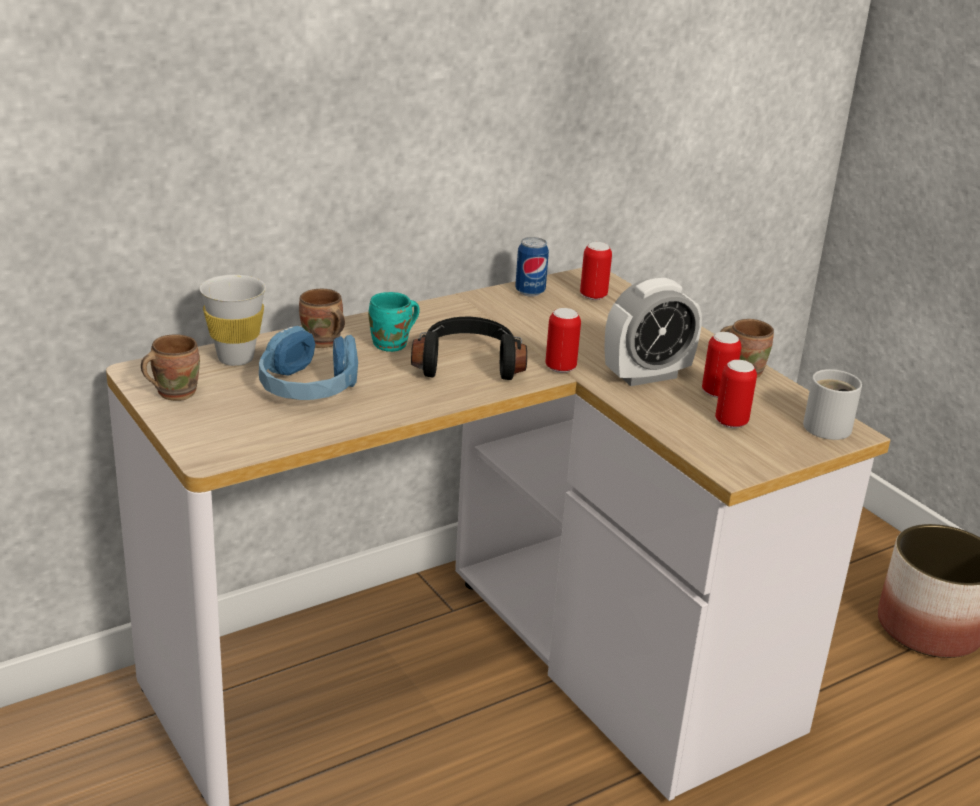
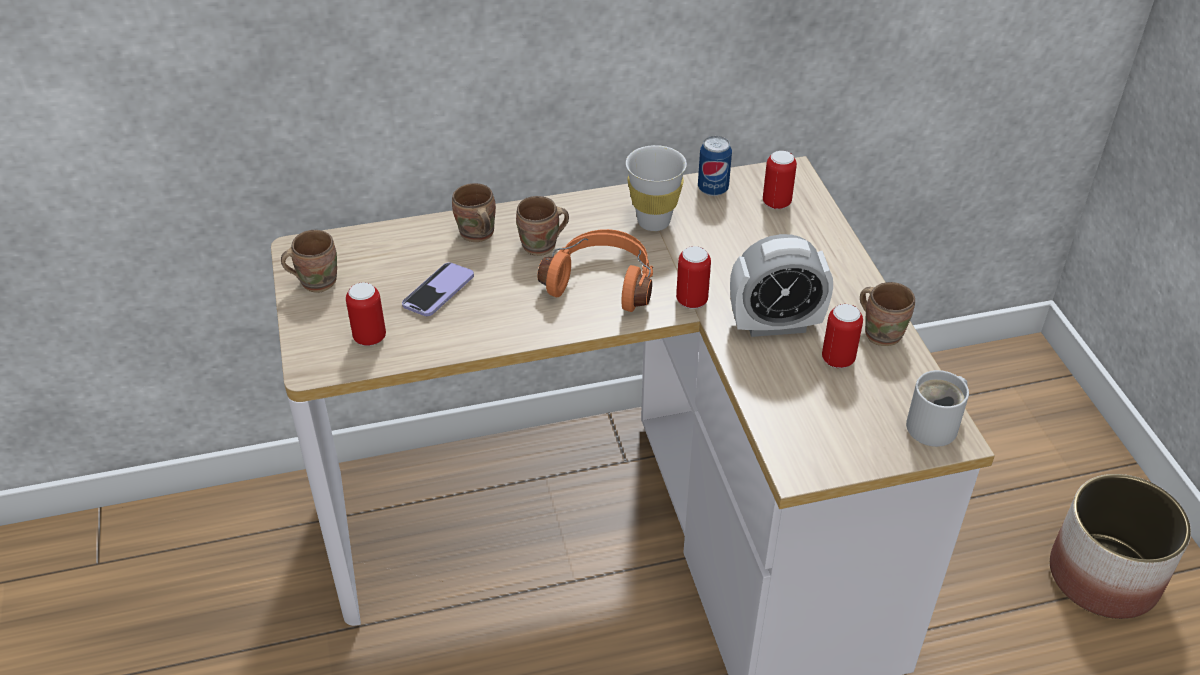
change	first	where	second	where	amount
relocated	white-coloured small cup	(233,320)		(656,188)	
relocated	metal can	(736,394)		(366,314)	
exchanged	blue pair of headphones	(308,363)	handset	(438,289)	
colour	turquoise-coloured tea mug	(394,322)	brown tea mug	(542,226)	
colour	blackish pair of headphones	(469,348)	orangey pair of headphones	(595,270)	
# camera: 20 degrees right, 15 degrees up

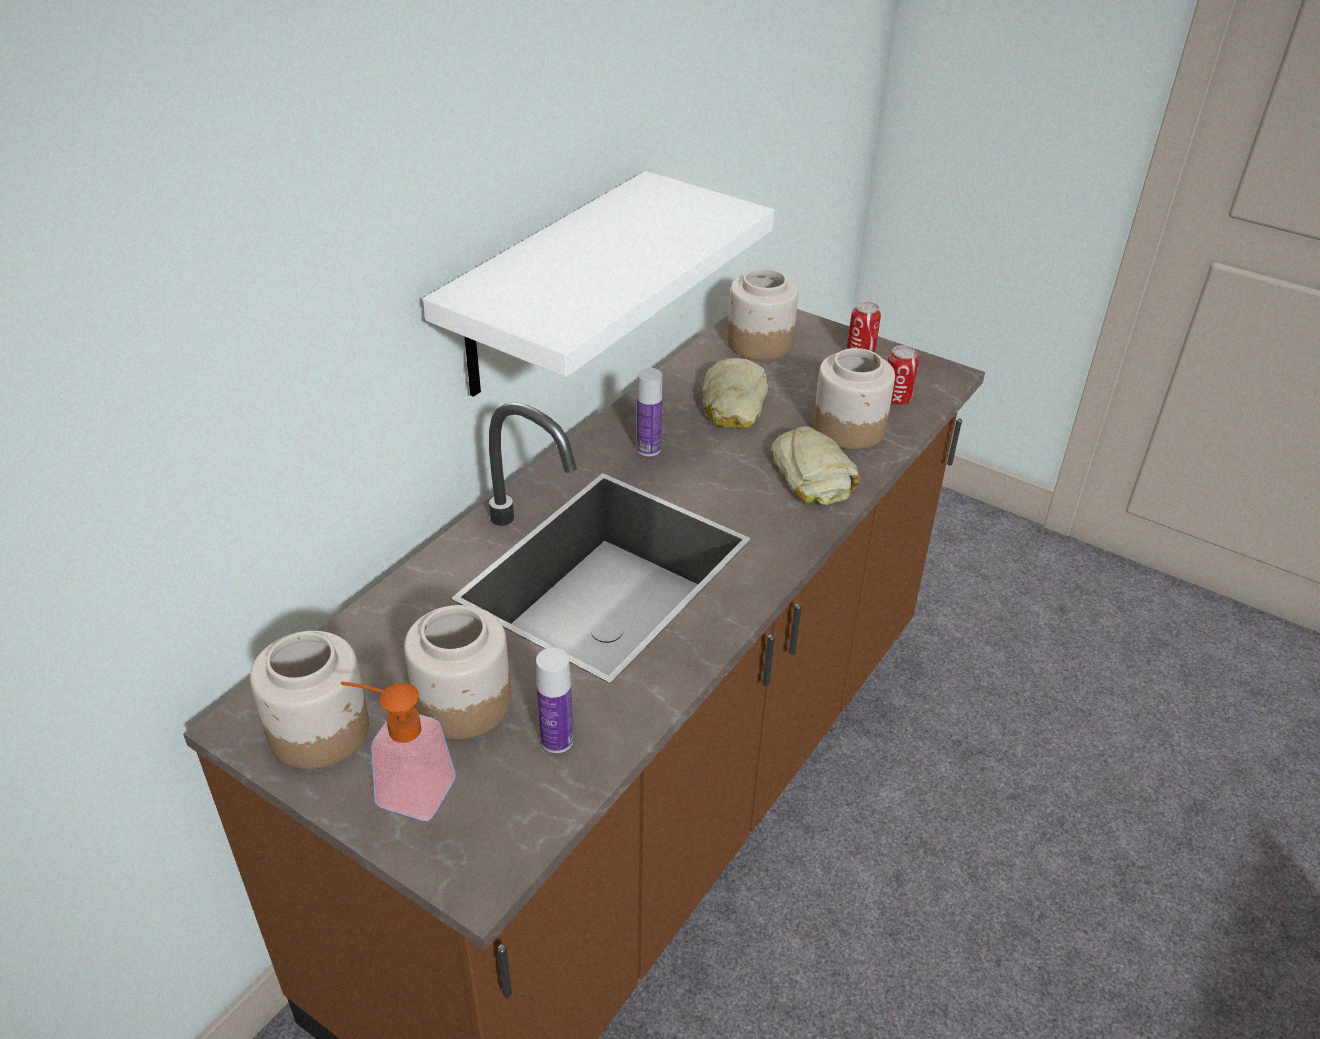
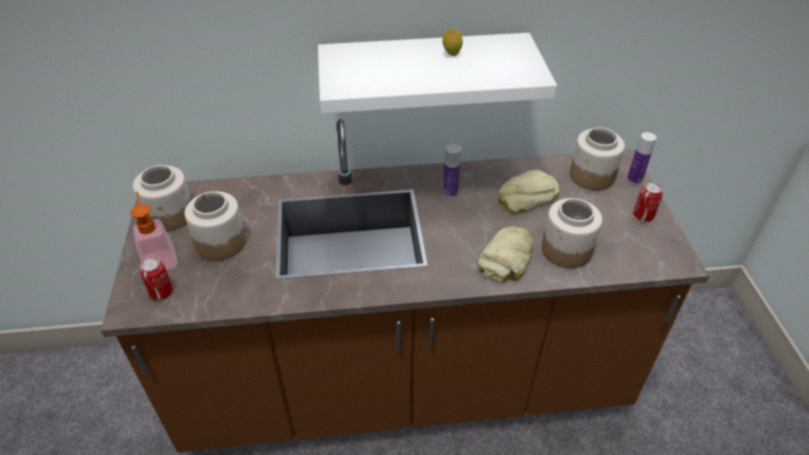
change	first	where	second	where	amount
appeared			lemon	(452,42)	
relocated	beverage bottle	(554,700)		(641,158)	
relocated	metal can	(903,375)		(156,278)	
# camera: 50 degrees right, 5 degrees up

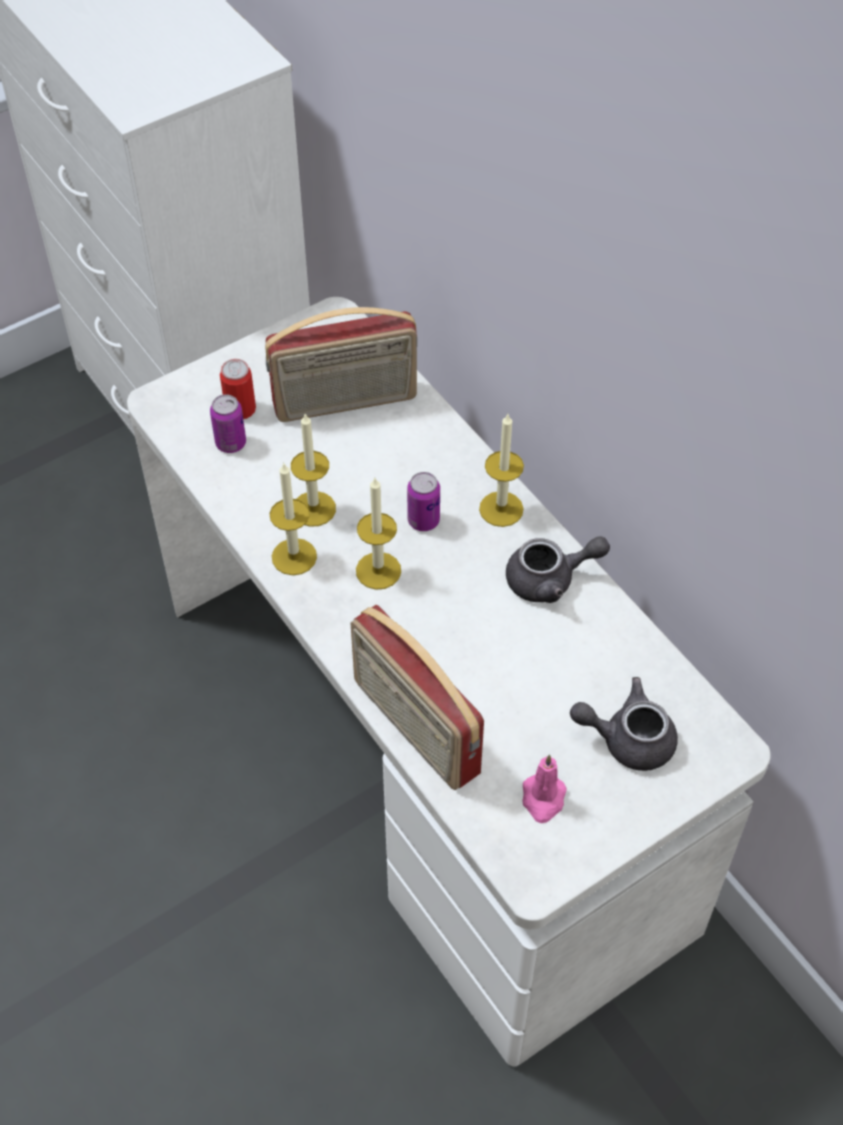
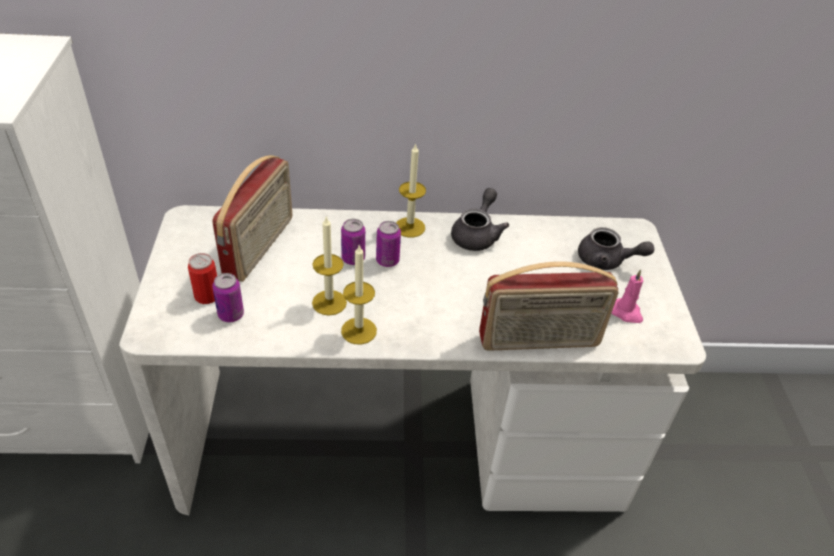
change	first	where	second	where	amount
missing	wax light	(378,534)			
appeared			metal can	(353,242)	
spun	greyish teapot	(624,724)		(616,248)	105 degrees counterclockwise
# camera: 60 degrees left, 10 degrees down

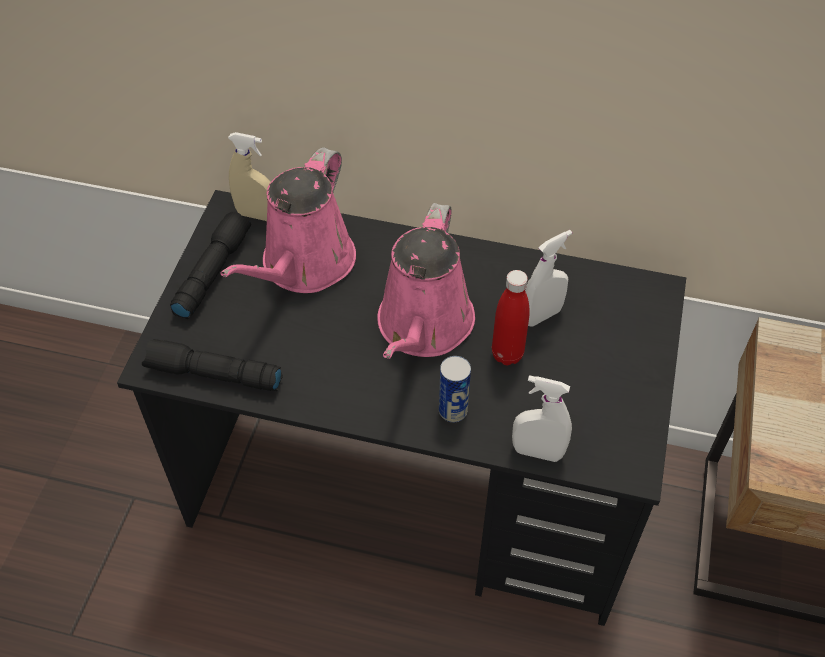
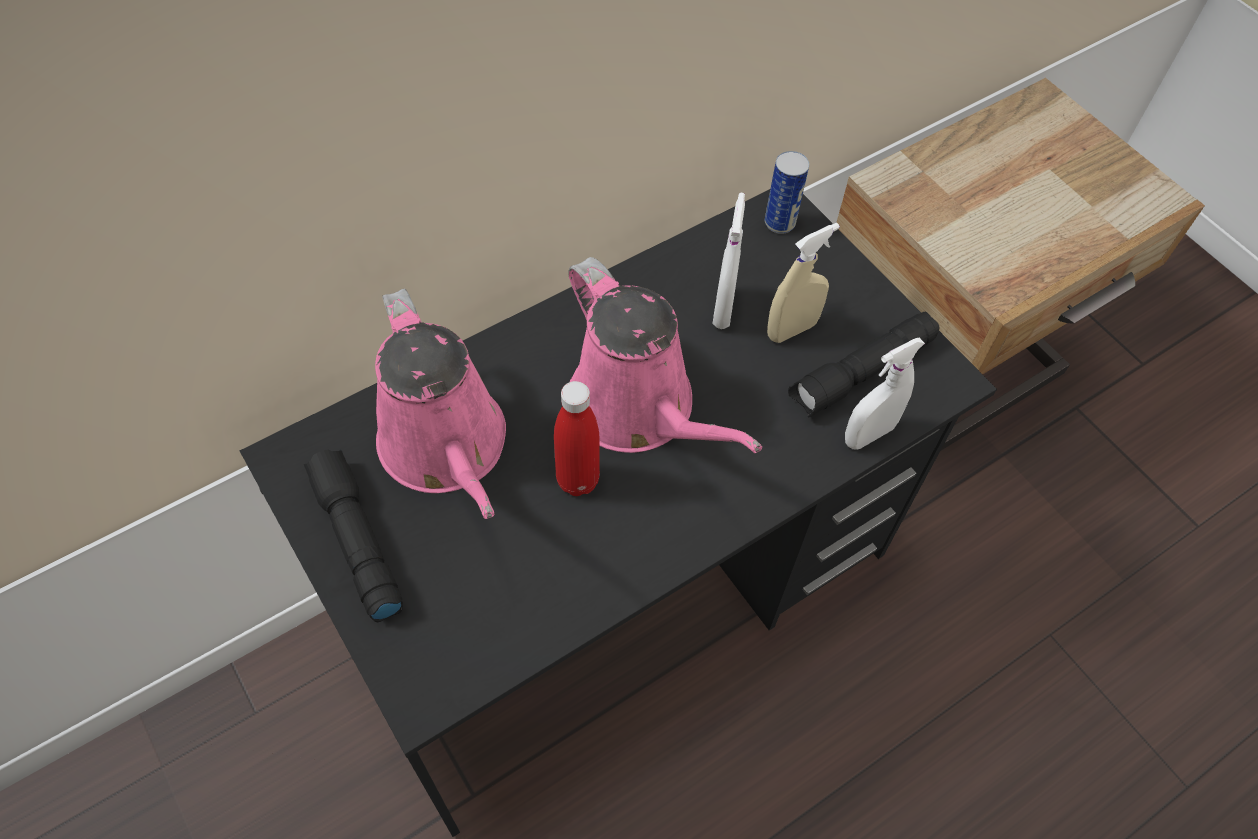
change	first	where	second	where	amount
relocated	blackish hand torch	(212,365)		(864,365)	
relocated	beige spray bottle	(249,176)		(803,283)	
relocated	metal can	(455,389)		(787,192)	
relocated	red beverage bottle	(511,317)		(577,438)	
# camera: 50 degrees left, 5 degrees up

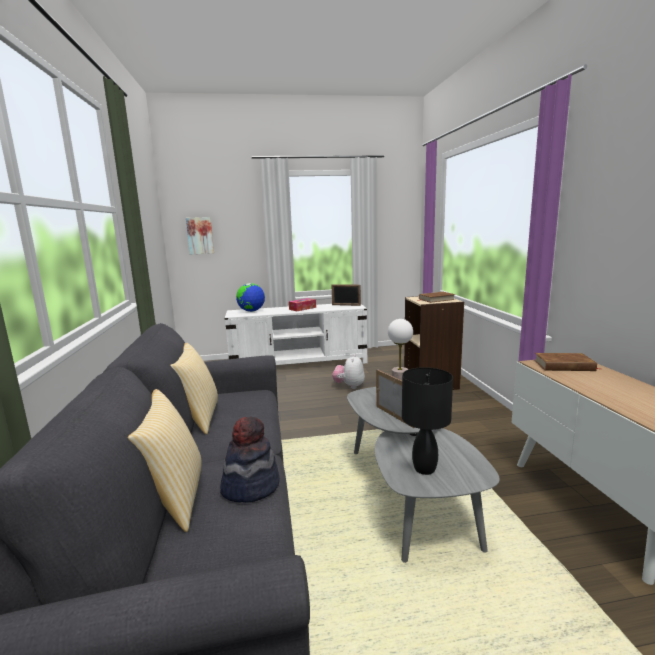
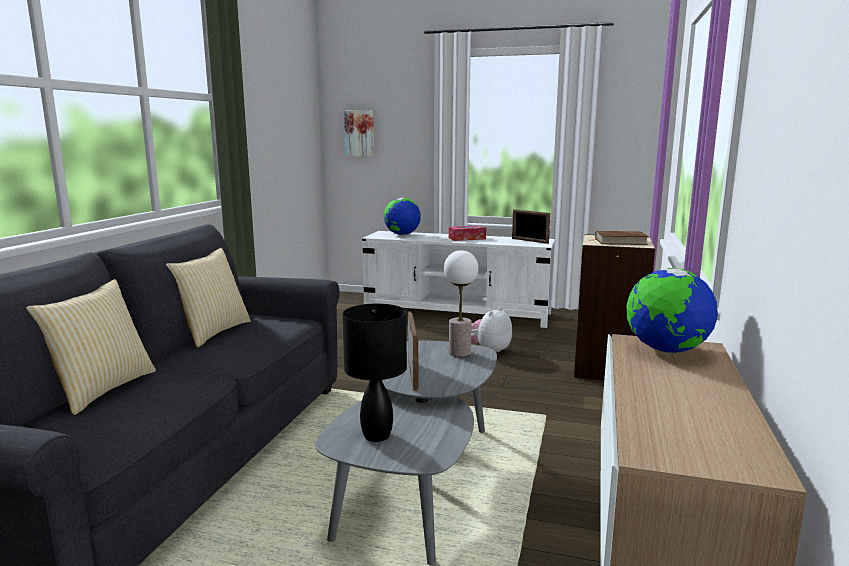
change	first	where	second	where	amount
missing	clothing hat	(250,459)			
exchanged	brown book	(567,362)	world globe	(672,310)	
# camera: 25 degrees right, 0 degrees up

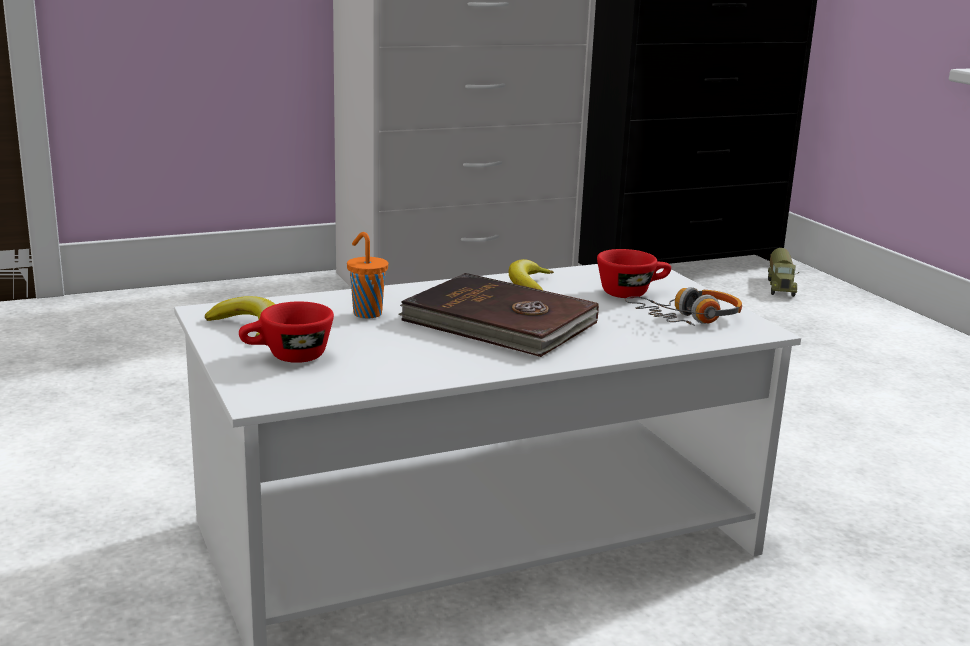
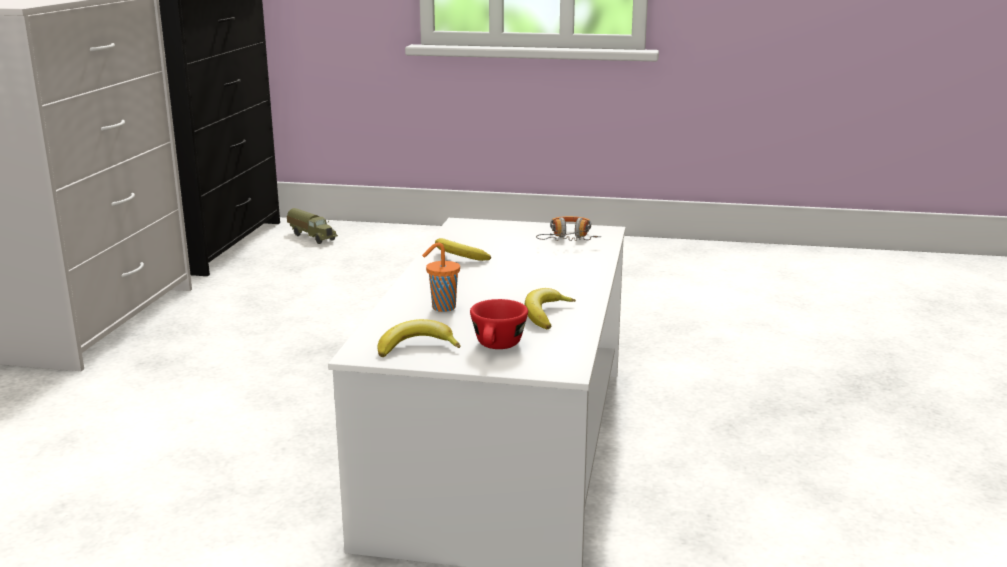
change	first	where	second	where	amount
missing	brown book	(498,315)			
missing	red small cup	(634,273)			
appeared			banana	(550,308)	
# camera: 55 degrees left, 0 degrees up

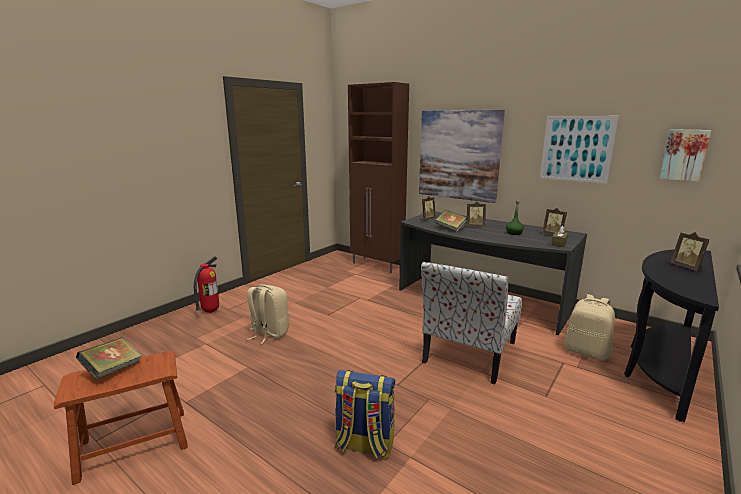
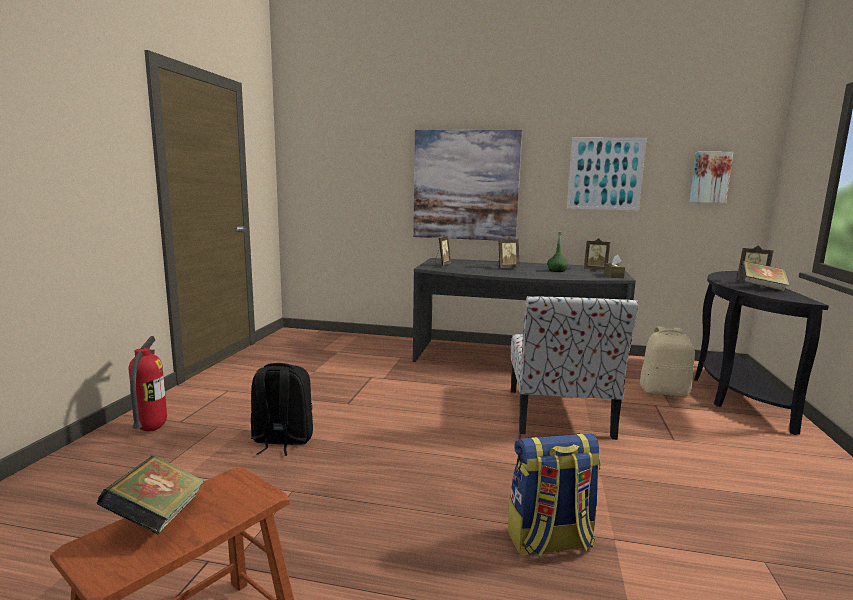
change	first	where	second	where	amount
missing	brown cabinet	(378,177)			
relocated	book	(452,221)		(764,276)	
colour	beige rucksack	(268,314)	blackish rucksack	(282,409)	
# camera: 25 degrees left, 5 degrees down

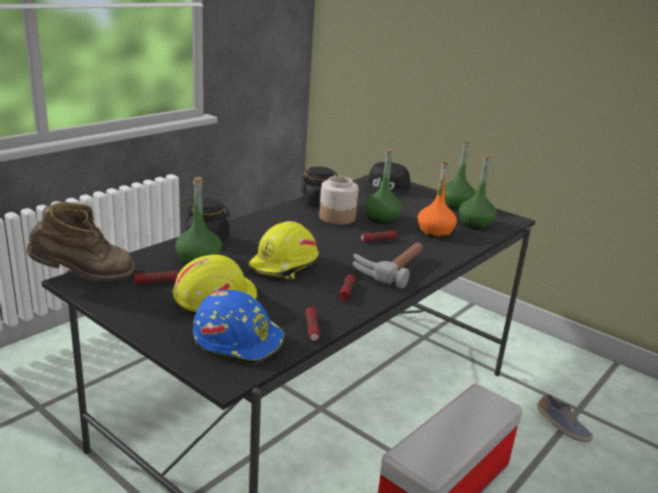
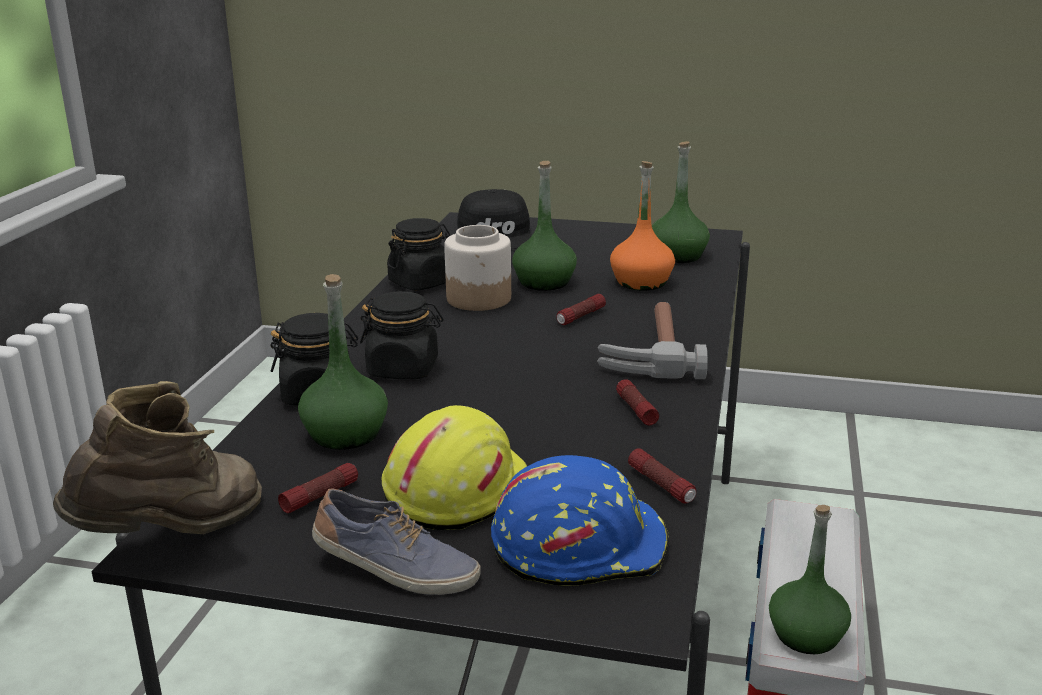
change	first	where	second	where	amount
missing	yellow-coloured hard hat	(283,250)			
appeared			blackish preserve jar	(401,335)	
relocated	green beverage bottle	(460,175)		(810,579)	
relocated	item of footwear	(565,417)		(396,541)	
# camera: 25 degrees left, 0 degrees up

